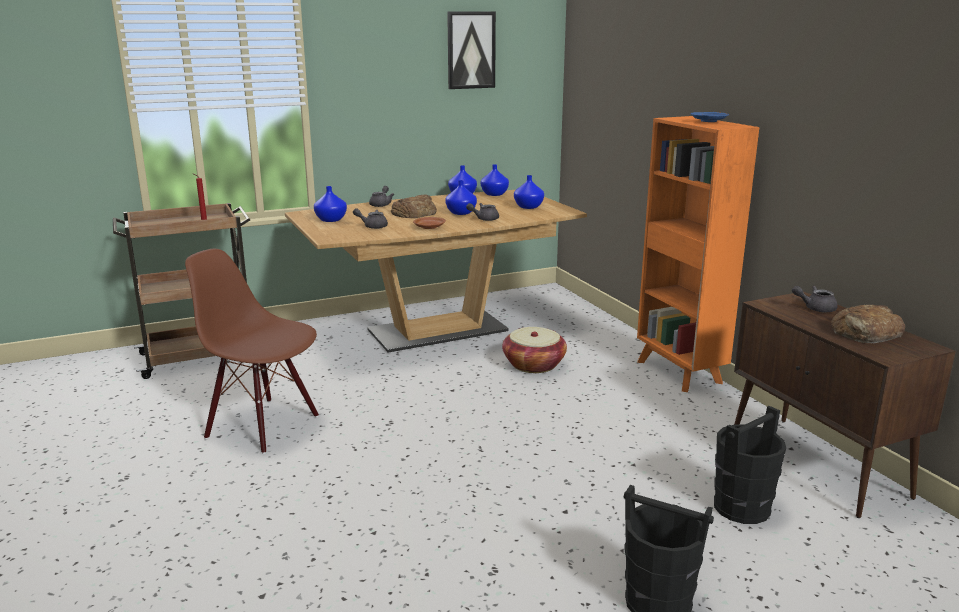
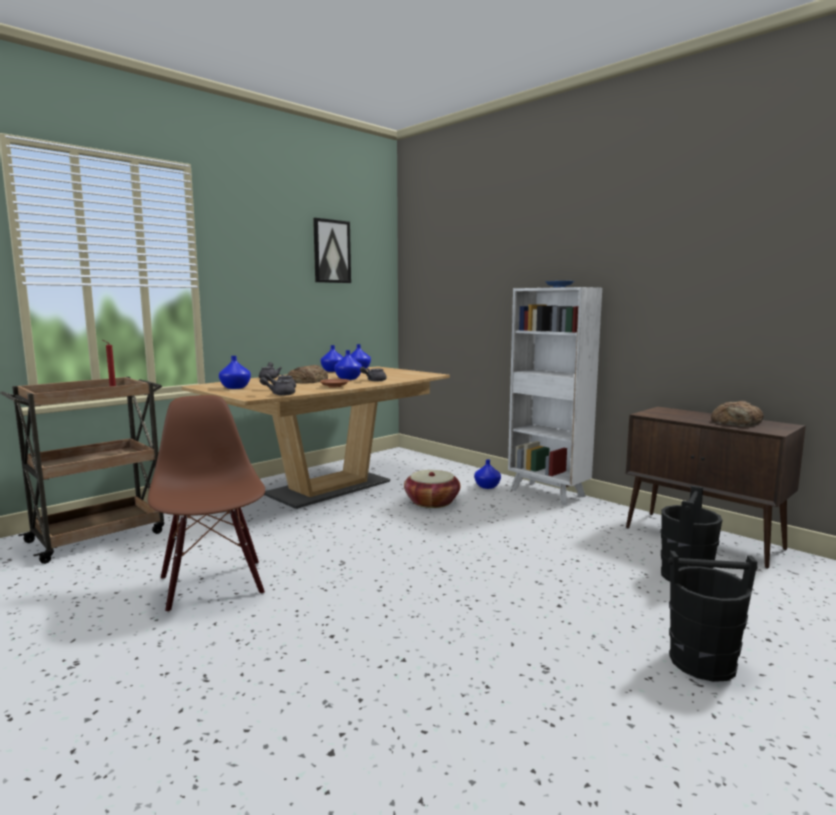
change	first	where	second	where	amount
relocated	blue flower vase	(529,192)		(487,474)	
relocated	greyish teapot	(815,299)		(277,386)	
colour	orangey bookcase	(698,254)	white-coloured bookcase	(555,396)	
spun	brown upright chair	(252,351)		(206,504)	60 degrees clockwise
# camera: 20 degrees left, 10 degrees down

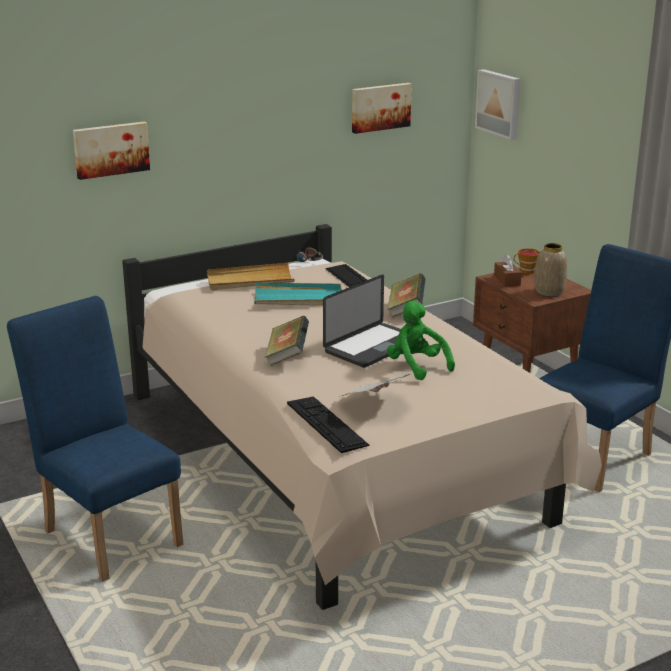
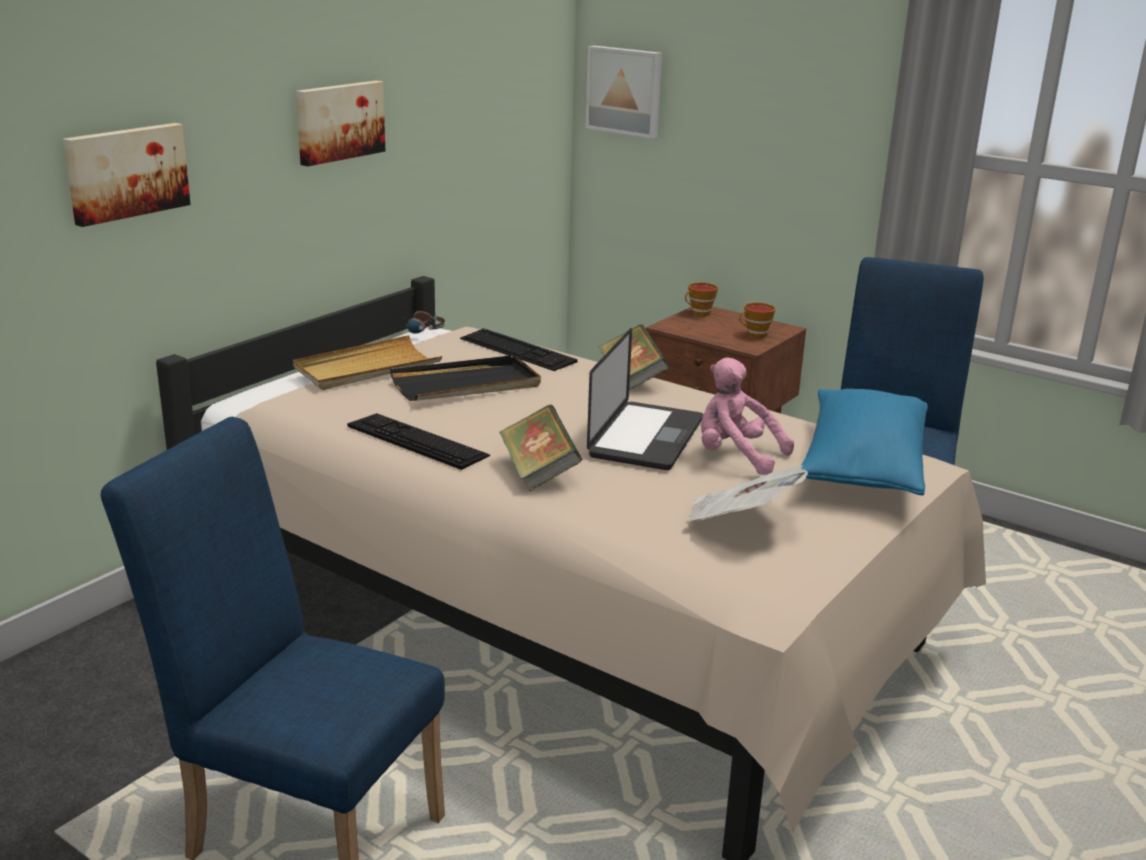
change	first	where	second	where	amount
missing	brown tissue box	(508,270)			
appeared			blue throw pillow	(864,442)	
relocated	computer keyboard	(328,424)		(418,441)	
relocated	wall art	(382,108)		(340,124)	
exchanged	flower vase	(550,269)	small cup	(757,321)	
colour	turquoise-coloured carrying tray	(298,294)	blackish carrying tray	(465,378)	
colour	green cuddly toy	(421,340)	pink cuddly toy	(747,416)	
# camera: 25 degrees left, 0 degrees up

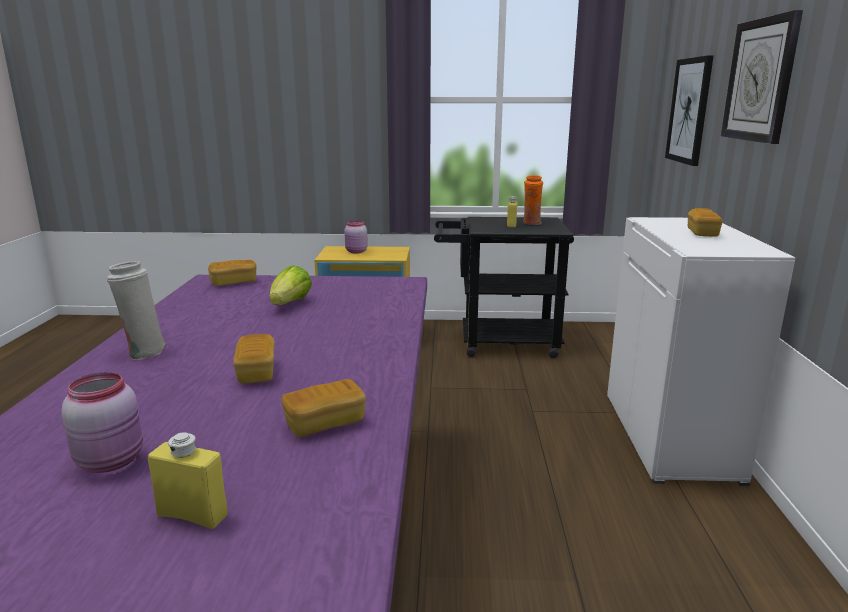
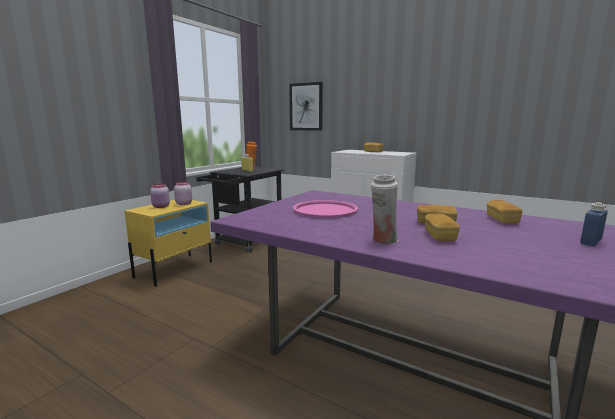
change	first	where	second	where	amount
missing	wall clock	(762,77)			
relocated	pink preserve jar	(102,422)		(183,193)	
relocated	baked bread	(232,273)		(442,227)	
exchanged	head of lettuce	(290,285)	pink carrying tray	(325,209)	
colour	yellow-coloured beverage bottle	(188,480)	blue beverage bottle	(594,224)	
# camera: 60 degrees left, 5 degrees down

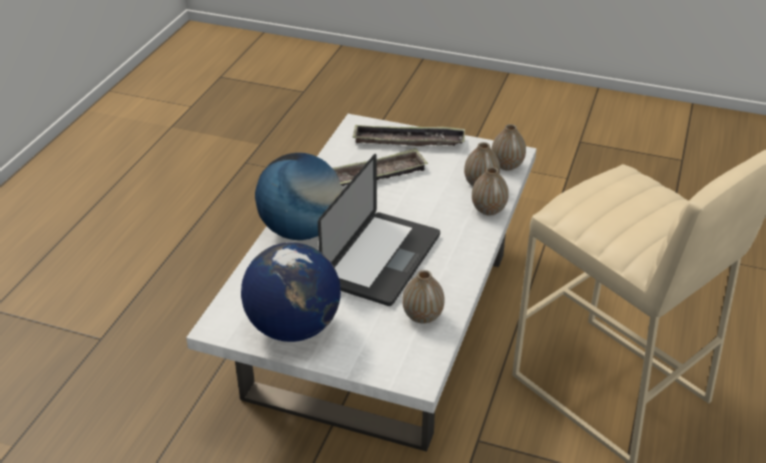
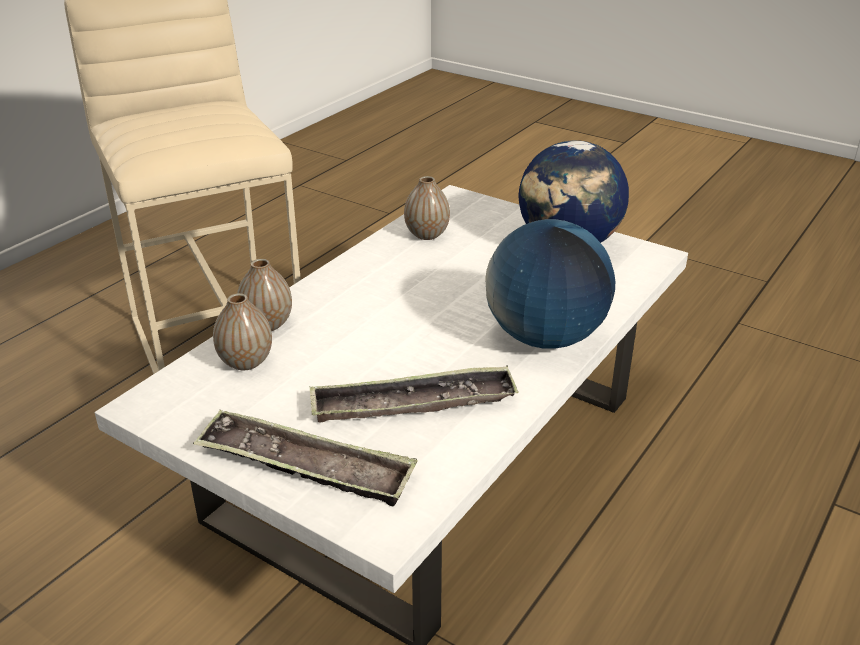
change	first	where	second	where	amount
missing	laptop	(379,230)			
missing	flower vase	(508,147)			
# camera: 165 degrees left, 5 degrees down

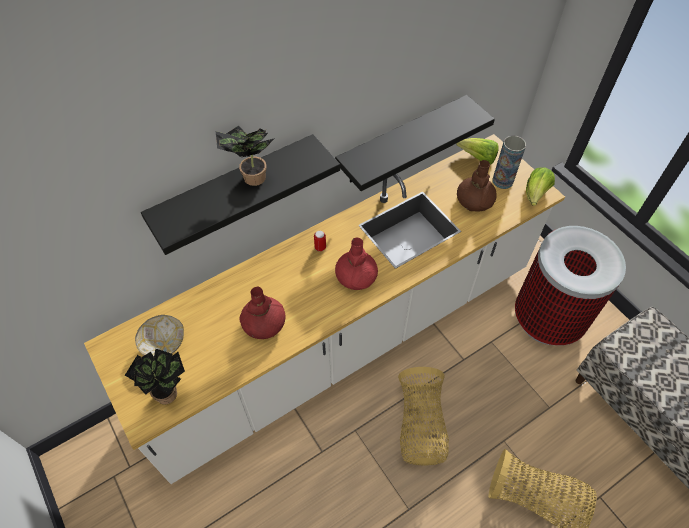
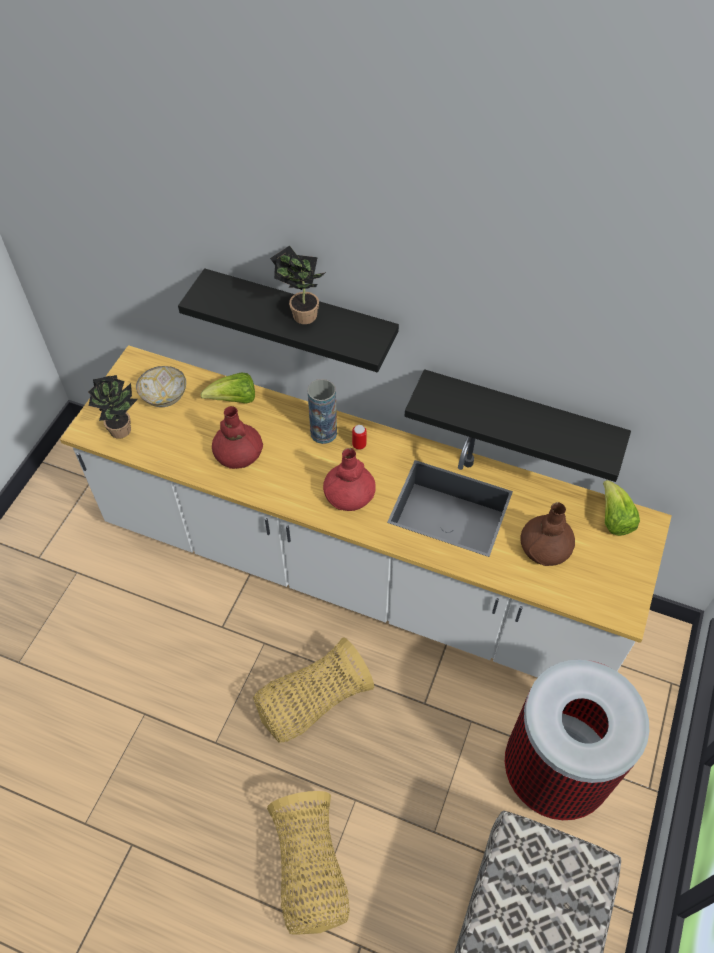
change	first	where	second	where	amount
relocated	flower vase	(509,162)		(322,411)	
relocated	head of lettuce	(540,186)		(227,388)	
# camera: 55 degrees right, 0 degrees up

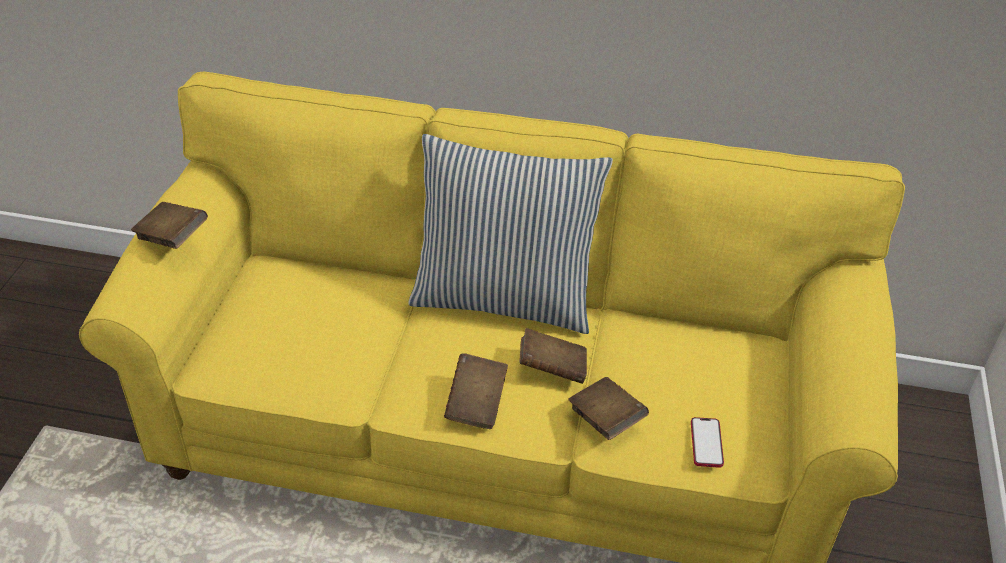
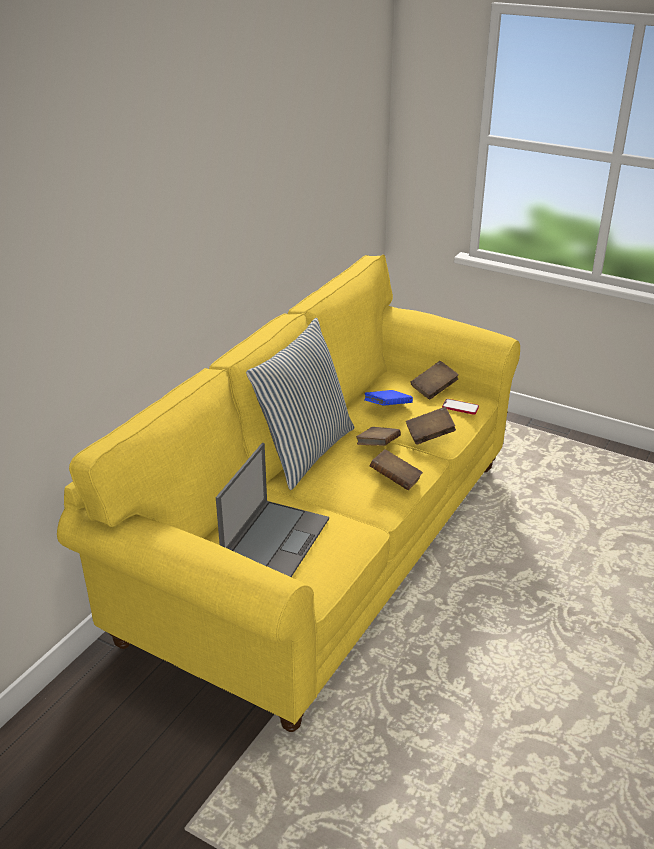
change	first	where	second	where	amount
appeared			laptop	(272,510)	
appeared			blue book	(388,398)	
relocated	brown book	(169,225)		(434,380)	
# camera: 70 degrees left, 10 degrees down

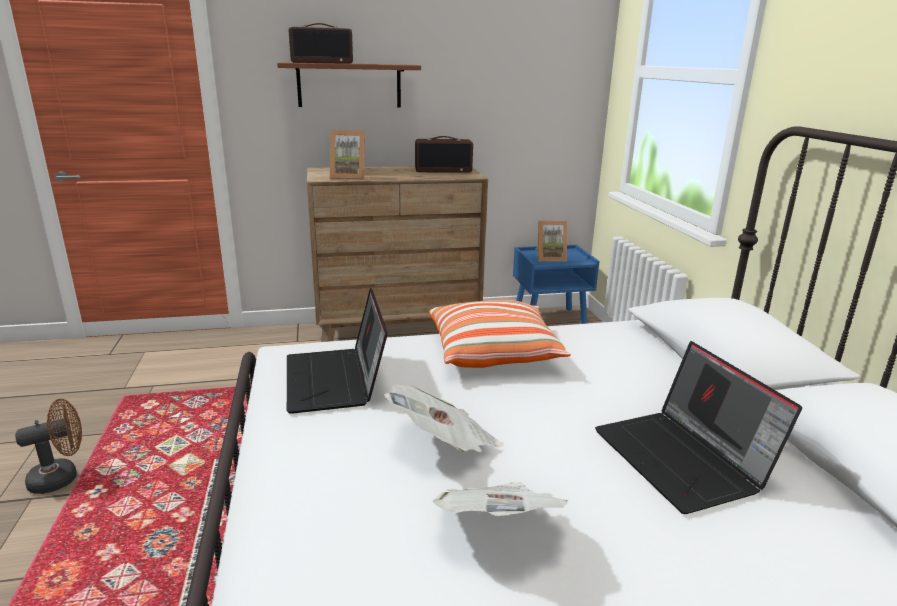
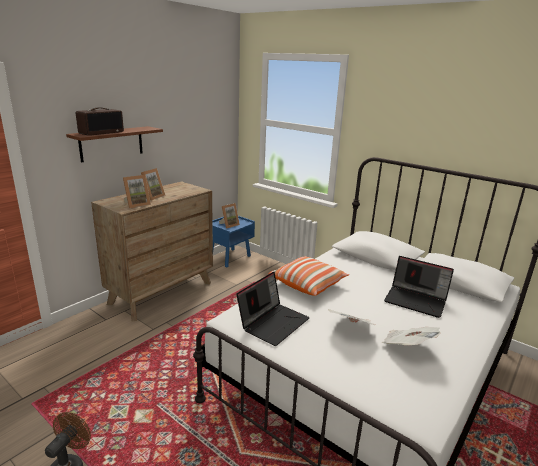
change	first	where	second	where	amount
missing	radio	(444,154)			
appeared			picture frame	(153,184)	
spun	laptop	(337,351)		(273,309)	90 degrees counterclockwise
# camera: 40 degrees left, 0 degrees up

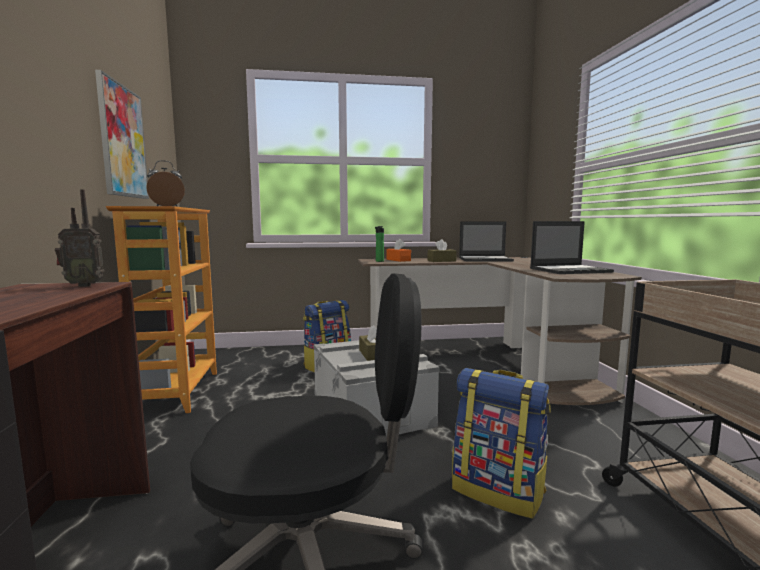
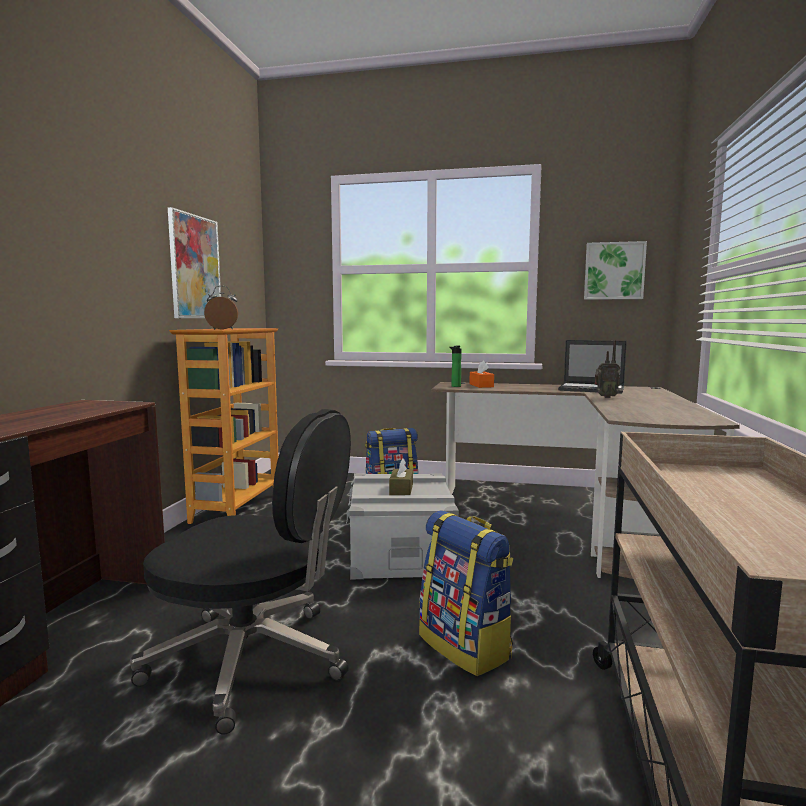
change	first	where	second	where	amount
missing	brown tissue box	(442,250)			
missing	laptop	(572,247)			
appeared			wall art	(615,270)	
relocated	radio	(79,238)		(608,369)	
# camera: 20 degrees right, 0 degrees up

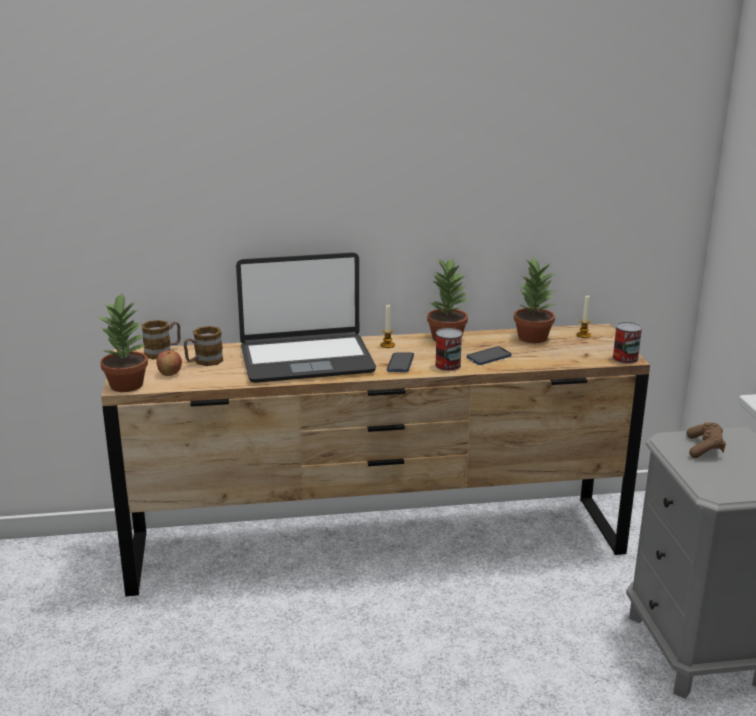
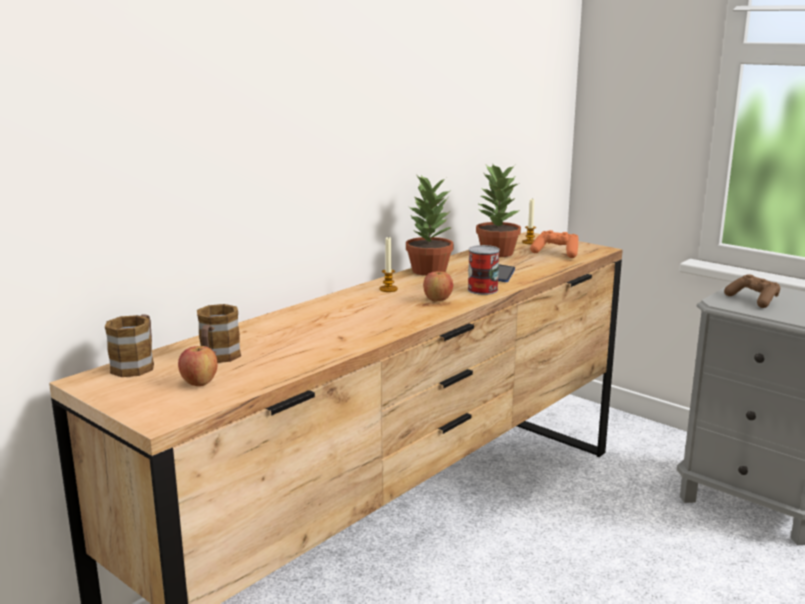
change	first	where	second	where	amount
missing	plant in a pot	(123,342)			
missing	laptop	(306,317)			
missing	metal can	(627,343)			
appeared			orangey gamepad	(554,244)	
exchanged	handset	(400,362)	whole apple	(438,286)	
# camera: 40 degrees left, 5 degrees down

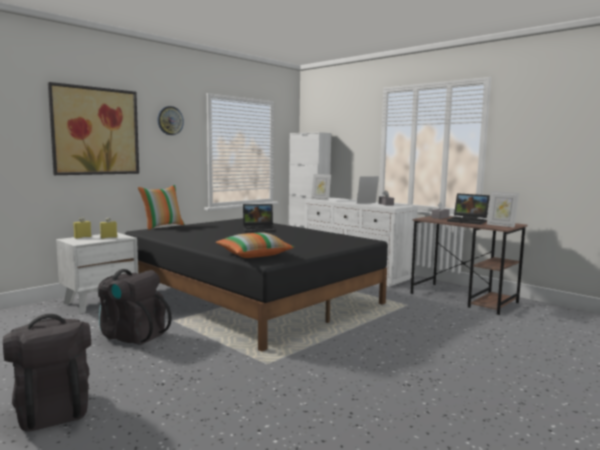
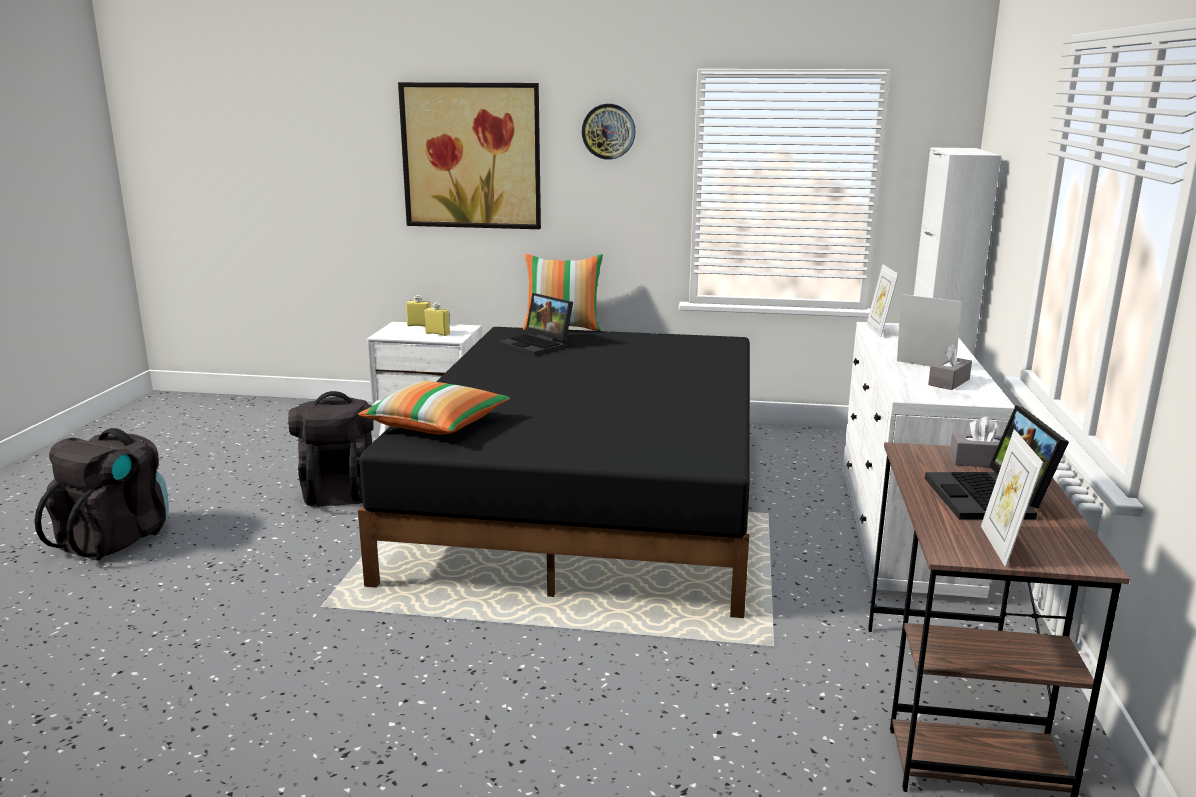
change	first	where	second	where	amount
relocated	laptop	(259,218)		(535,324)	
# camera: 55 degrees right, 10 degrees up

